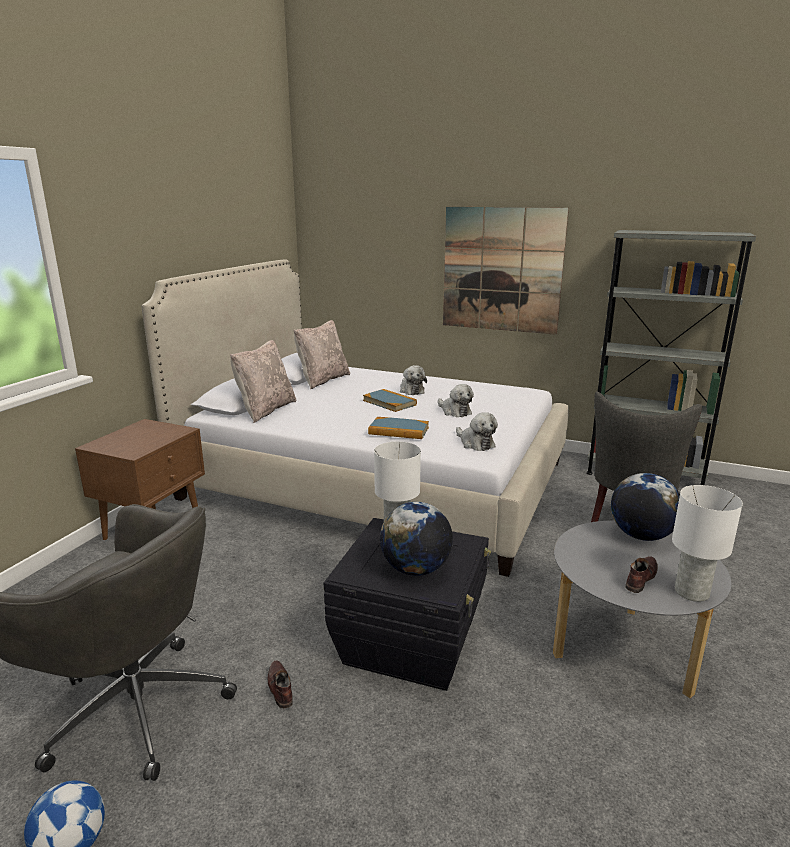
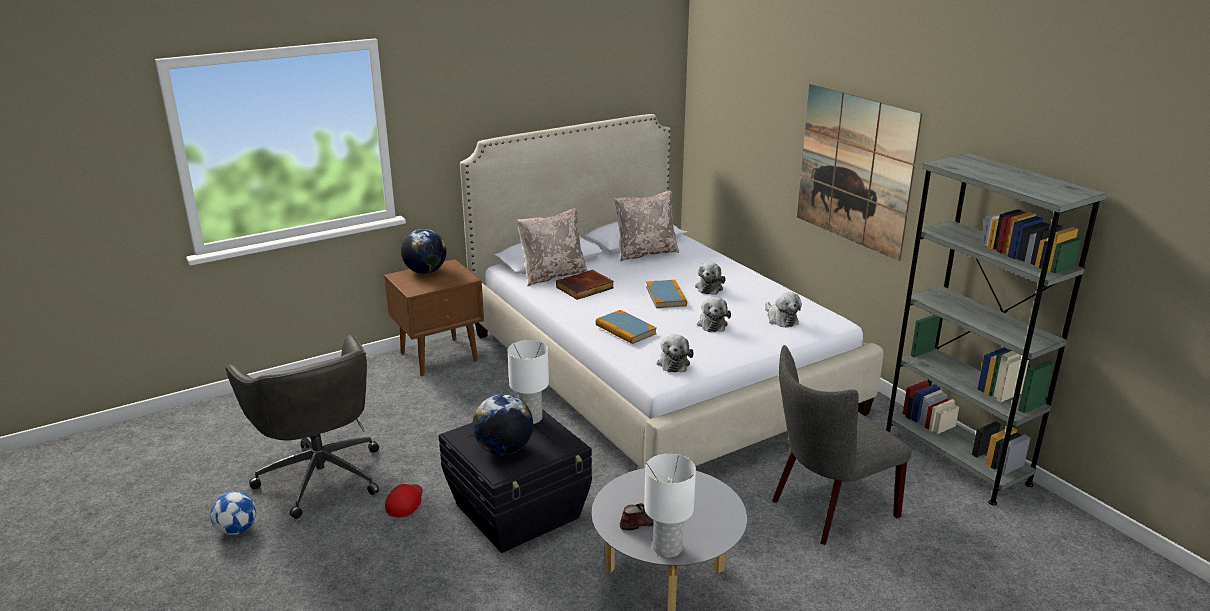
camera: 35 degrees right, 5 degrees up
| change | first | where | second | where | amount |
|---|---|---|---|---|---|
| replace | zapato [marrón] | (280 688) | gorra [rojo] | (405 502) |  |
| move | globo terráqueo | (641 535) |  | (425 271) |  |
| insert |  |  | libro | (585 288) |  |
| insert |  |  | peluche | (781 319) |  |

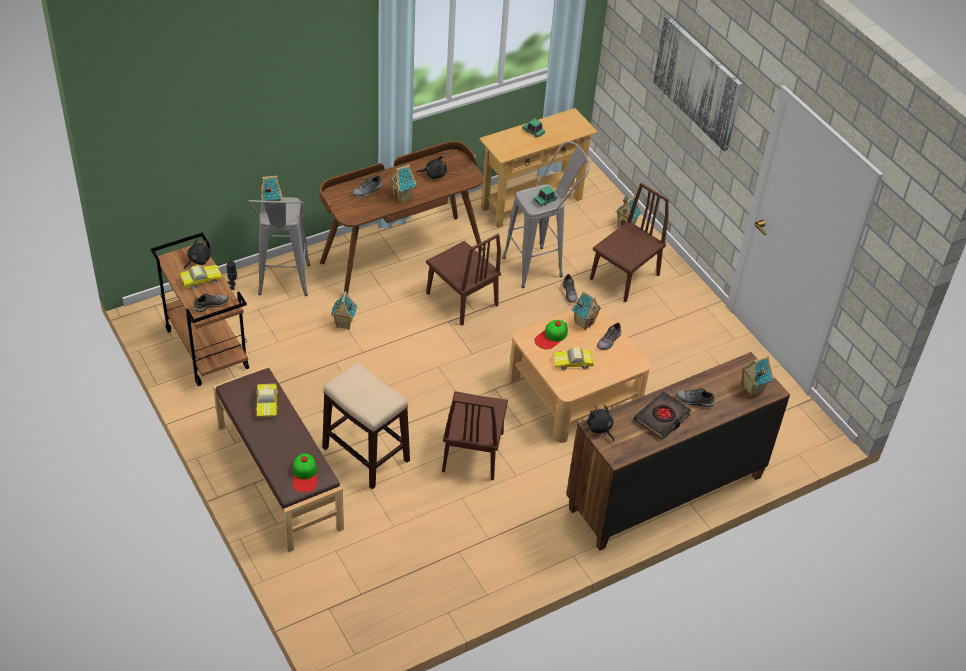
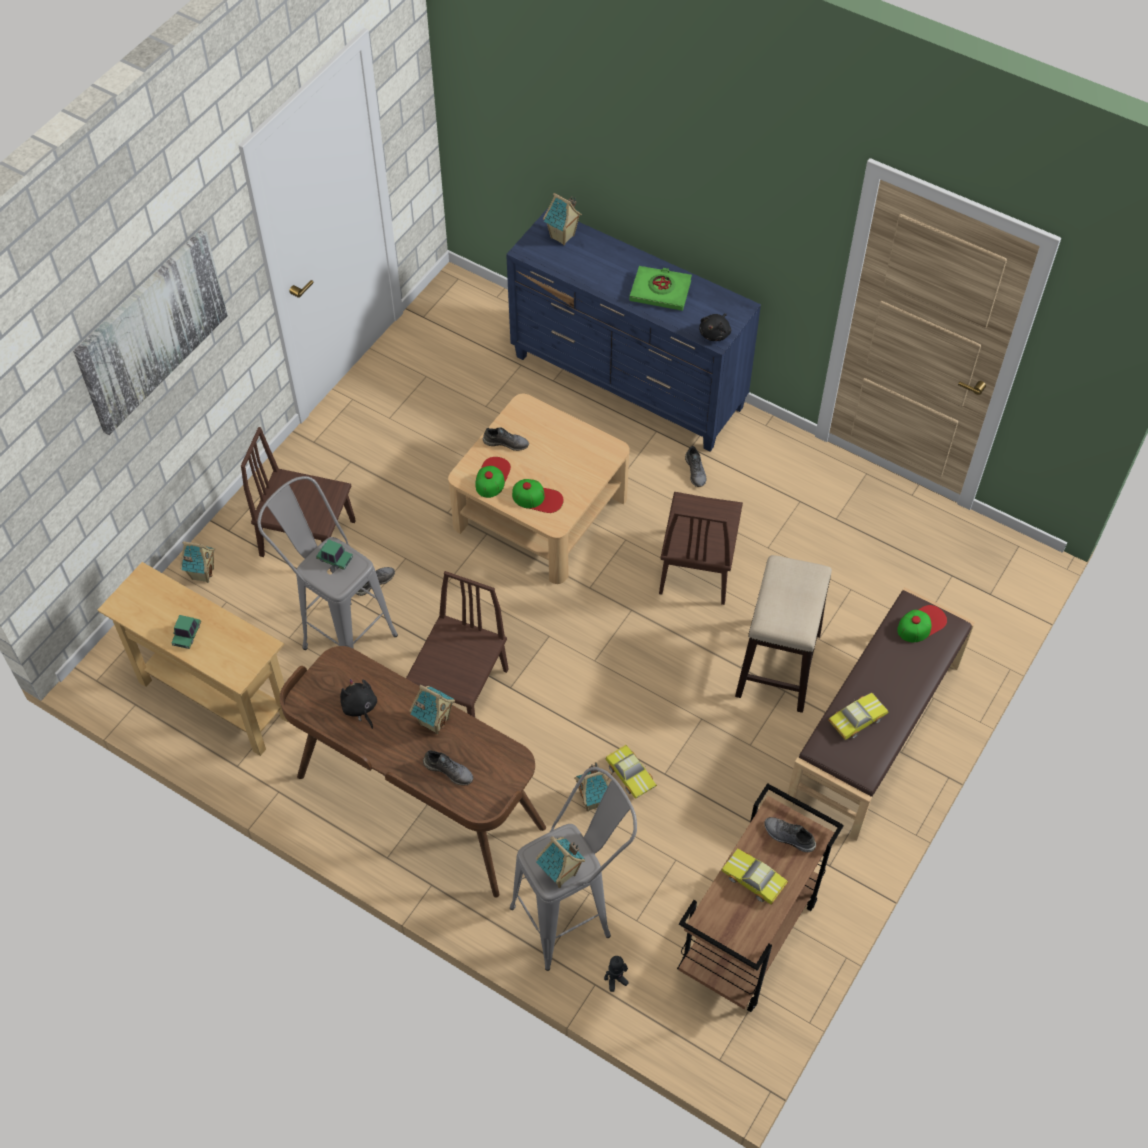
camera: 115 degrees left, 10 degrees up
| change | first | where | second | where | amount |
|---|---|---|---|---|---|
| replace | casita | (584 323) | gorra | (492 477) |  |
| recolor | cómoda [marrón] | (664 492) | cómoda [azul] | (628 383) |  |
| move | coche de juguete | (573 363) |  | (631 773) |  |
| recolor | libro [negro] | (662 418) | libro [verde] | (660 291) |  |
| rotate | silla [marrón] | (473 451) |  | (697 566) | 120 degrees clockwise |
| move | zapato [gris] | (694 401) |  | (696 471) |  |
| delete | peluche [negro] | (198 260) |  |  |  |

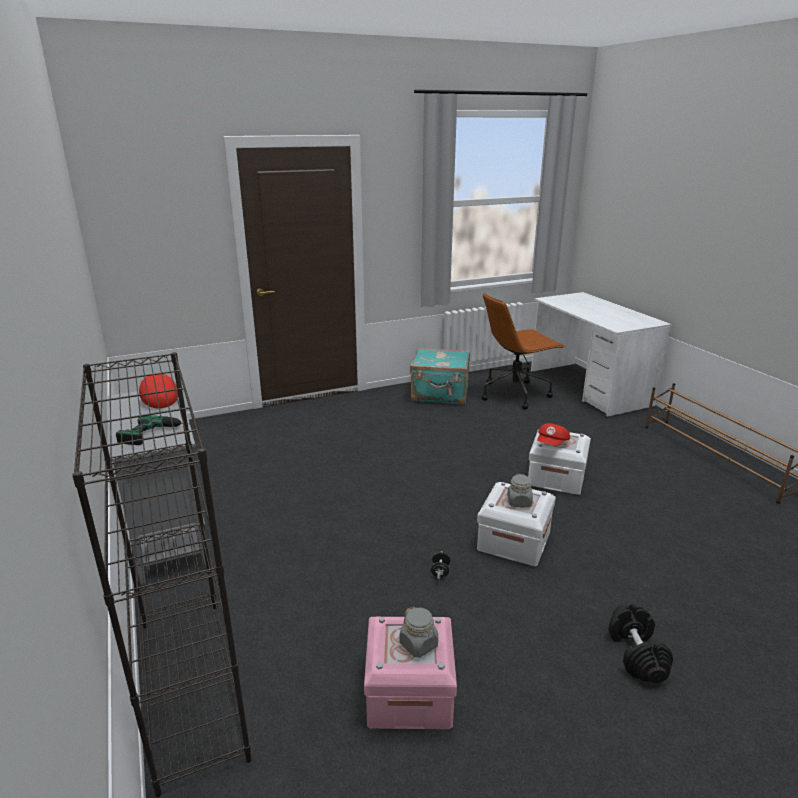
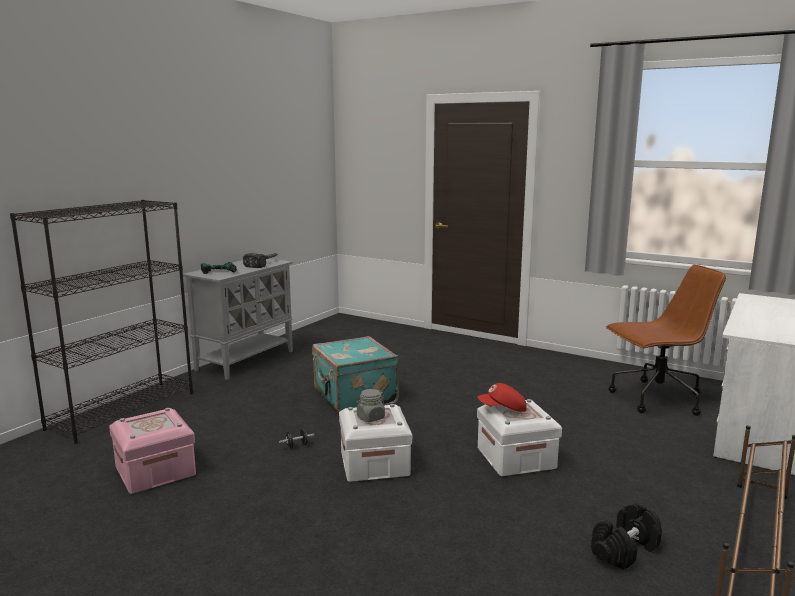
camera: 55 degrees right, 10 degrees down
| change | first | where | second | where | amount |
|---|---|---|---|---|---|
| replace | gorra [rojo] | (159 400) | martillo | (264 263) |  |
| move | maleta [turquesa] | (440 394) |  | (353 397) |  |
| move | mancuerna [negro] | (636 654) |  | (624 549) |  |
| rotate | silla de oficina [marrón] | (515 394) |  | (656 399) | 135 degrees clockwise |
| delete | tarro [gris] | (419 644) |  |  |  |

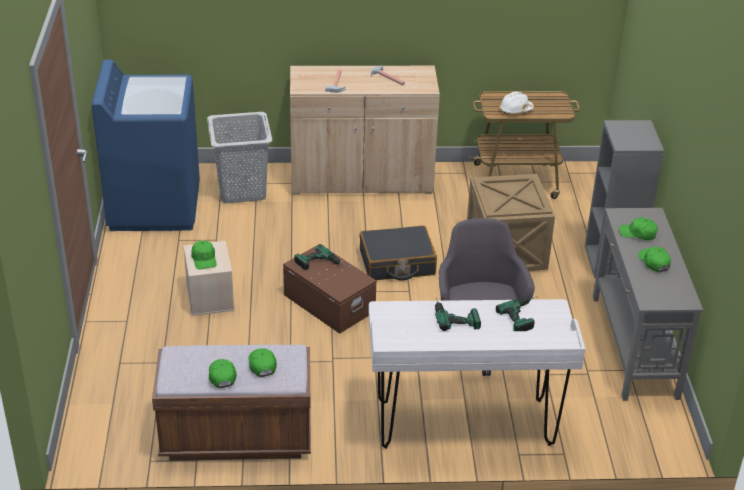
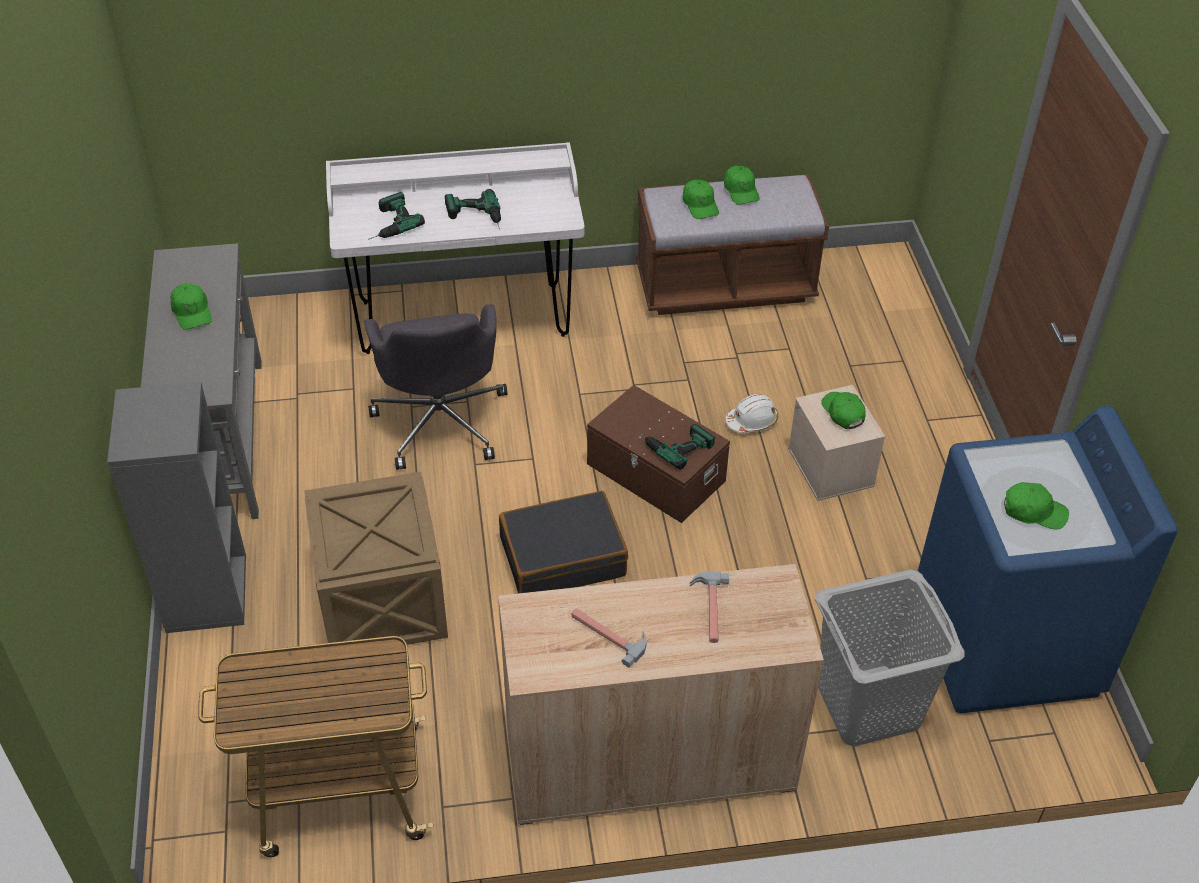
camera: 175 degrees right, 10 degrees up
| change | first | where | second | where | amount |
|---|---|---|---|---|---|
| move | casco [blanco] | (515 110) |  | (752 421) |  |
| move | gorra [verde] | (638 234) |  | (1033 511) |  |

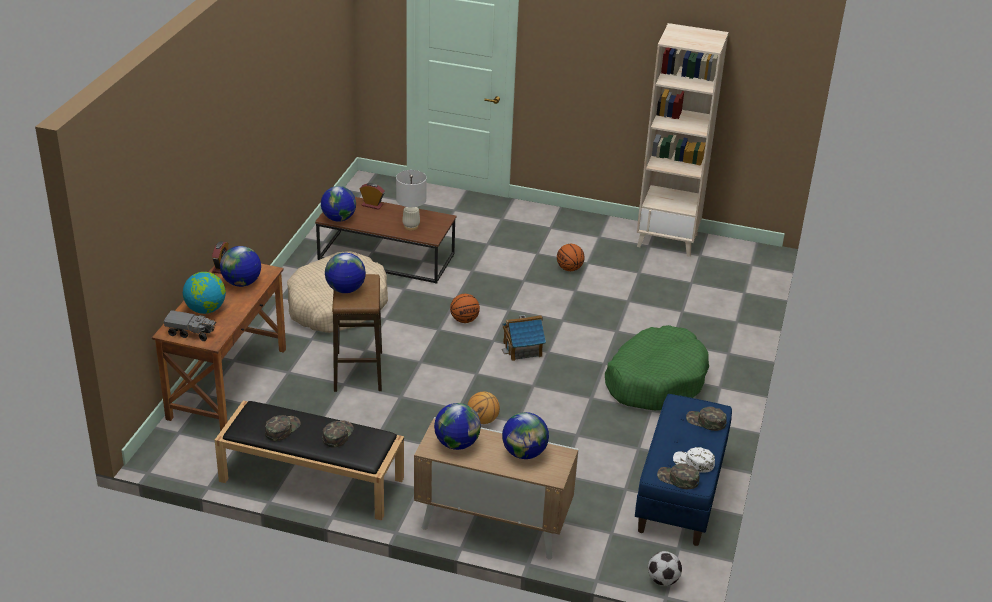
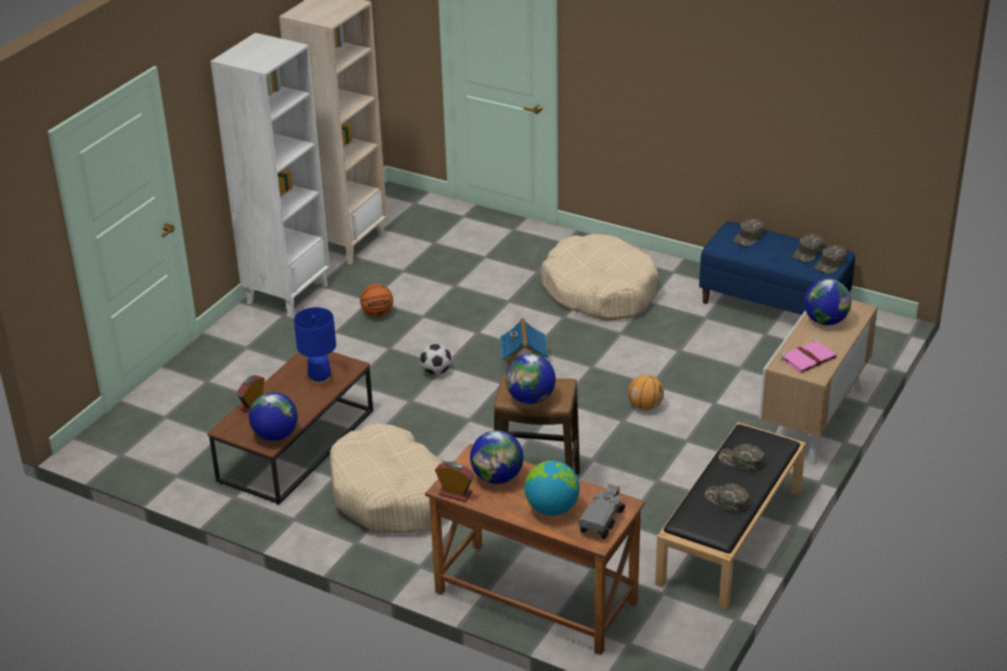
camera: 75 degrees left, 0 degrees up
| change | first | where | second | where | amount |
|---|---|---|---|---|---|
| insert |  |  | estantería [blanco] | (287 293) |  |
| recolor | lámpara de mesa [blanco] | (411 226) | lámpara de mesa [azul] | (320 379) |  |
| move | balón de fútbol | (663 580) |  | (436 372) |  |
| recolor | cama para perro [verde] | (655 380) | cama para perro [beis] | (600 291) |  |
| replace | globo terráqueo | (457 443) | libro [rosa] | (808 358) |  |
| recolor | gorra [blanco] | (693 462) | gorra [verde] | (808 252) |  |
| delete | balón de baloncesto | (464 320) |  |  |  |

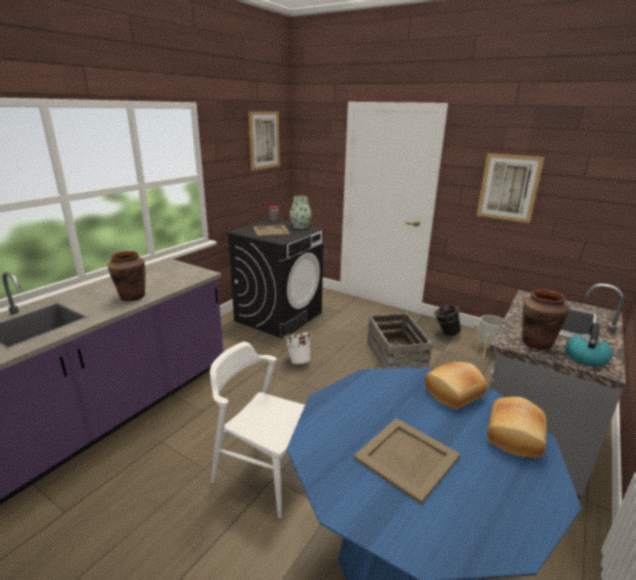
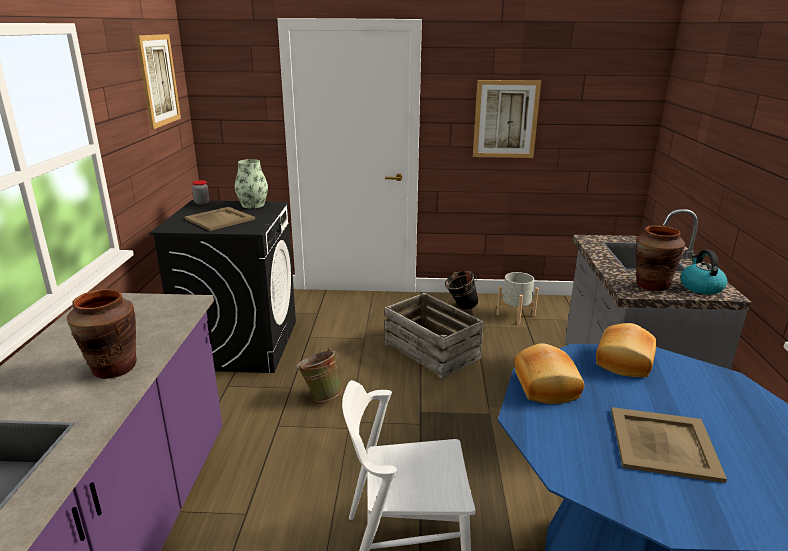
camera: 30 degrees left, 0 degrees up
| change | first | where | second | where | amount |
|---|---|---|---|---|---|
| recolor | cubo [blanco] | (298 361) | cubo [verde] | (320 395) |  |
| move | pan | (516 437) |  | (548 386) |  |

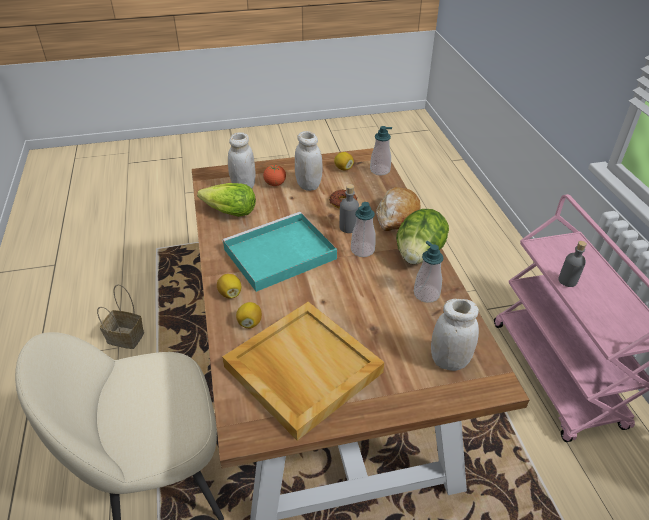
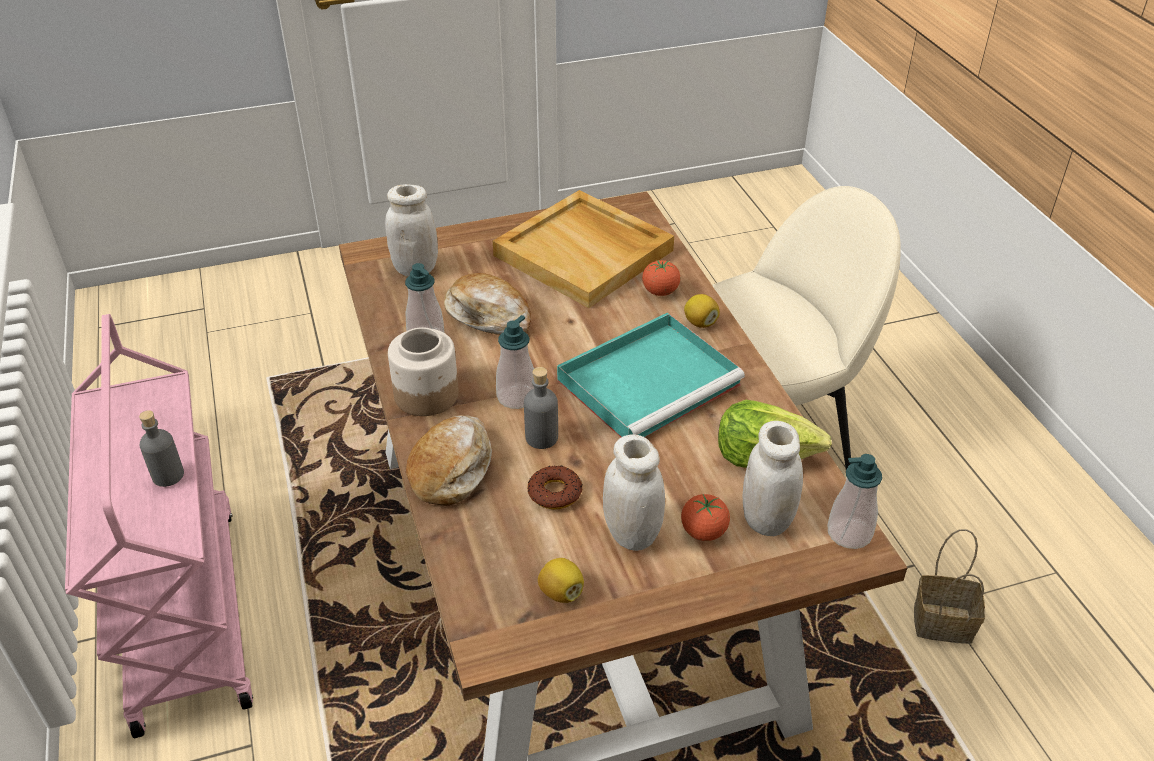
camera: 175 degrees right, 0 degrees up
| change | first | where | second | where | amount |
|---|---|---|---|---|---|
| replace | lechuga | (419 255) | tarro | (425 395) |  |
| insert |  |  | pan | (489 315) |  |
| replace | limón | (249 323) | tomate | (660 292) |  |
| move | dispensador de jabón | (380 170) |  | (849 533) |  |

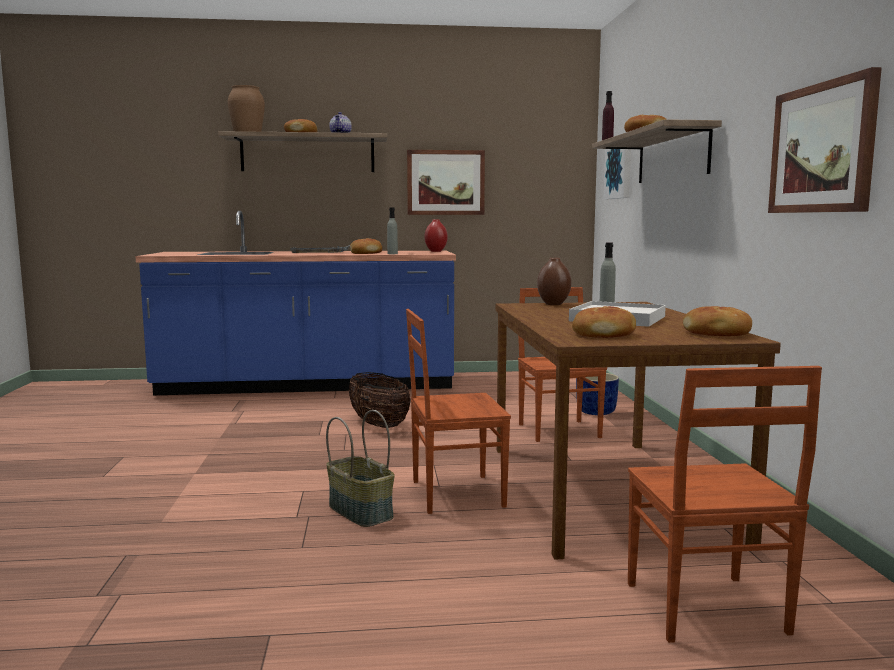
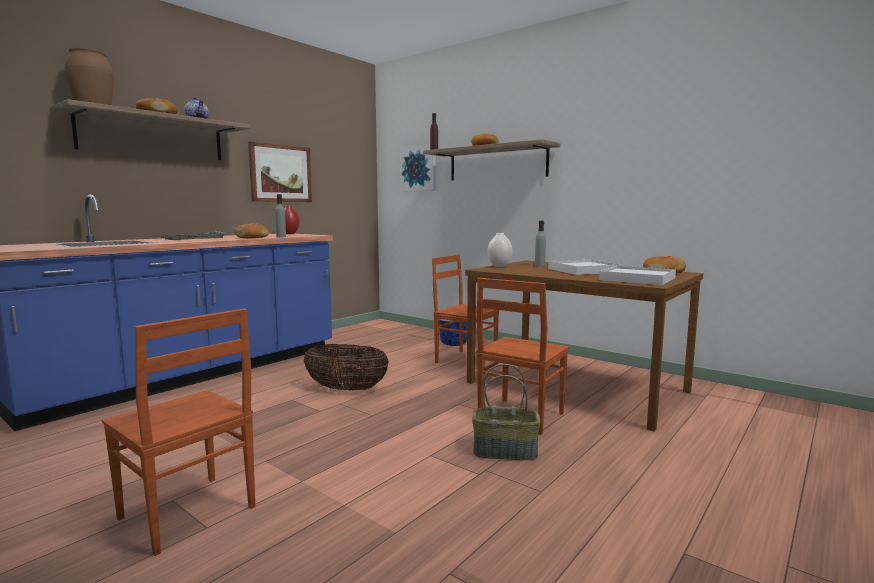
camera: 45 degrees left, 0 degrees up
| change | first | where | second | where | amount |
|---|---|---|---|---|---|
| move | silla [marrón] | (704 609) |  | (186 514) |  |
| recolor | florero [marrón] | (553 304) | florero [blanco] | (499 266) |  |
| replace | pan | (604 334) | bandeja [blanco] | (637 279) |  |
| delete | cuadro | (822 148) |  |  |  |

